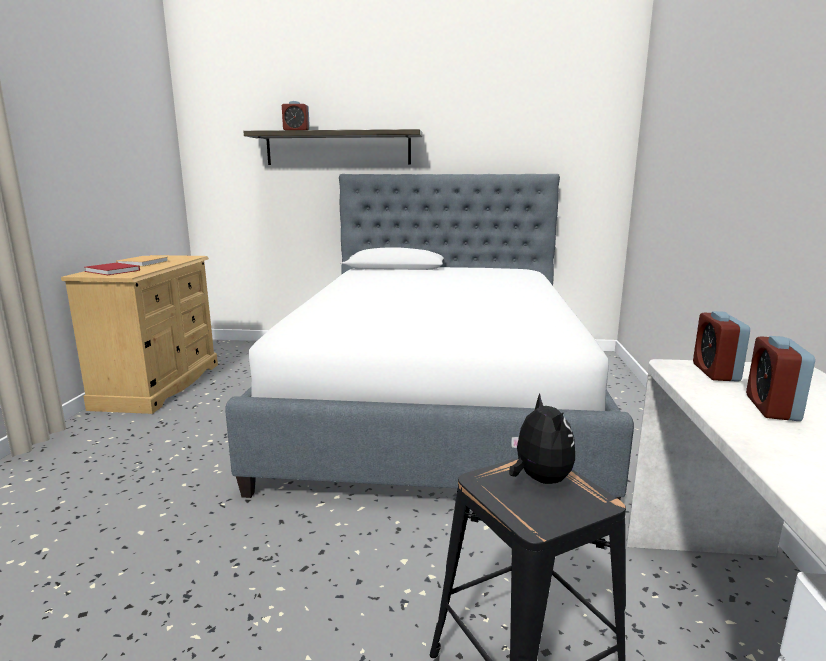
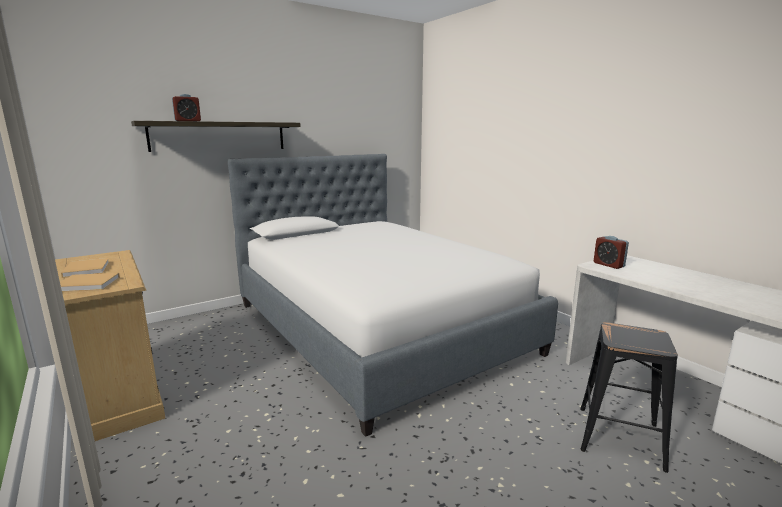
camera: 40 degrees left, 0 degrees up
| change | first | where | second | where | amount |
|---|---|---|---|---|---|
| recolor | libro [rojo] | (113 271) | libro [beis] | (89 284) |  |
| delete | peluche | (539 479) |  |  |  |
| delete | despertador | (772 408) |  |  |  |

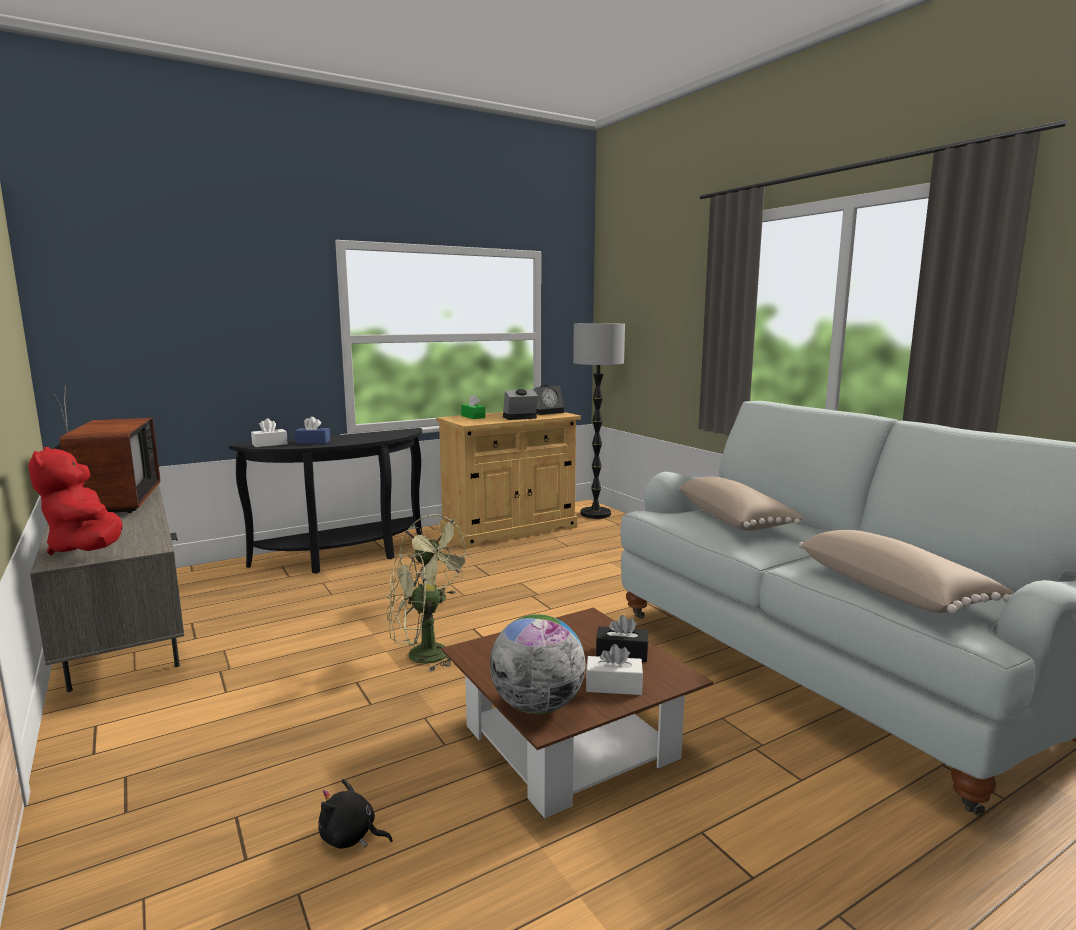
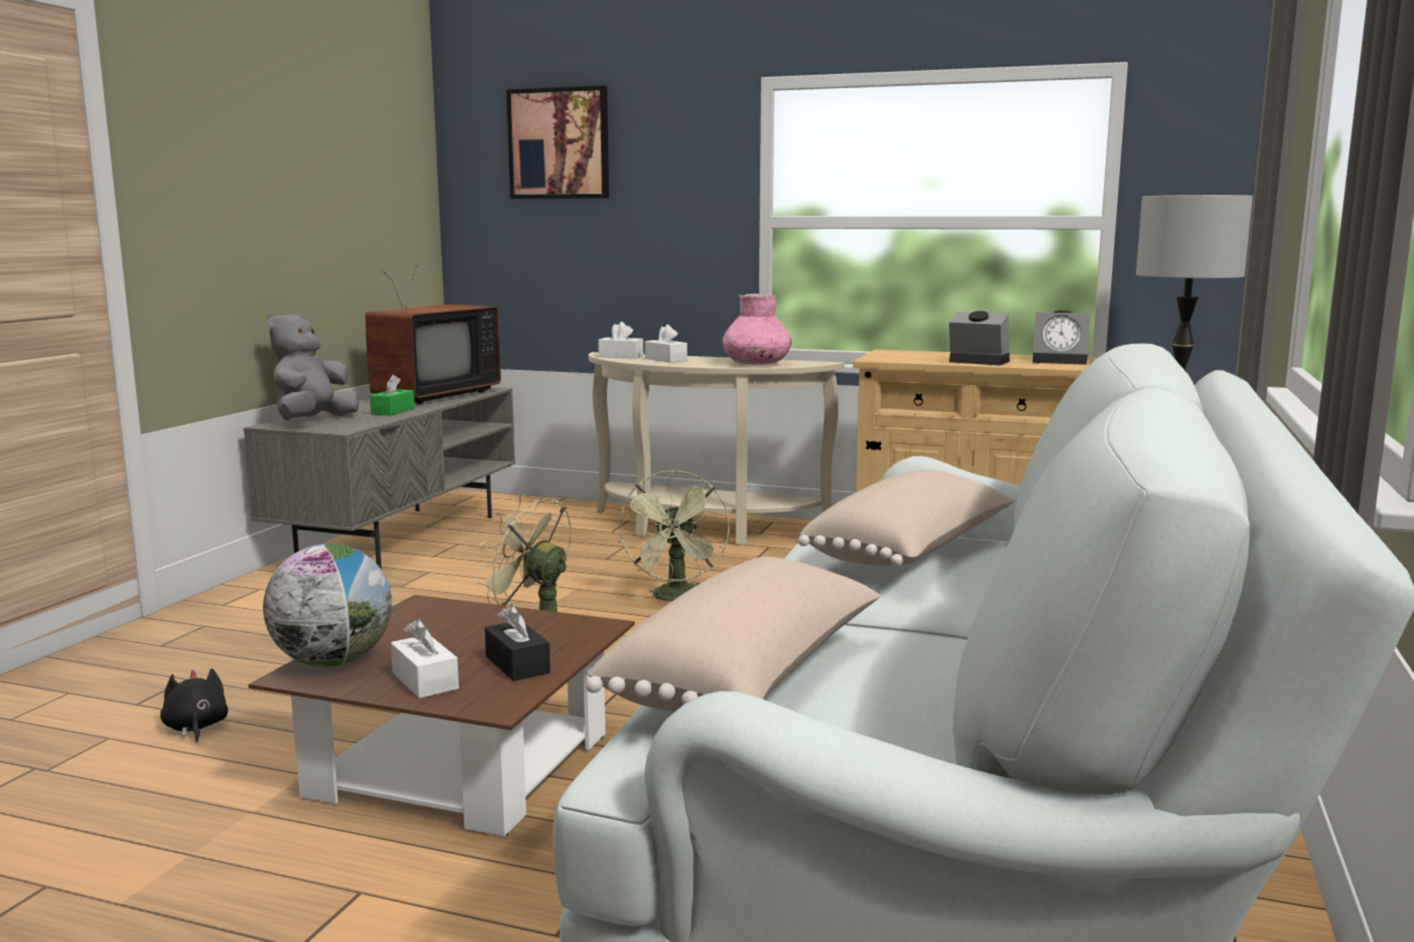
camera: 50 degrees right, 0 degrees up
| change | first | where | second | where | amount |
|---|---|---|---|---|---|
| recolor | peluche [rojo] | (88 549) | peluche [gris] | (313 421) |  |
| move | caja de pañuelos [verde] | (473 417) |  | (393 411) |  |
| insert |  |  | cuadro | (559 144) |  |
| recolor | mesa consola [negro] | (345 557) | mesa consola [beis] | (701 530) |  |
| recolor | caja de pañuelos [azul] | (313 442) | caja de pañuelos [blanco] | (666 359) |  |
| insert |  |  | florero [rosa] | (756 364) |  |

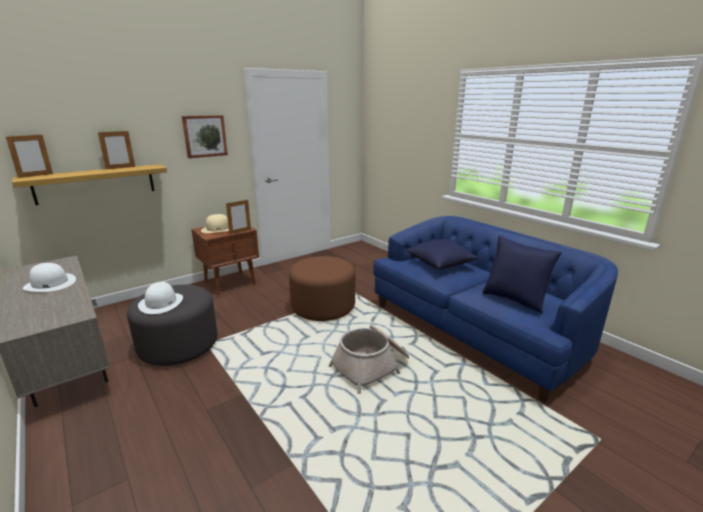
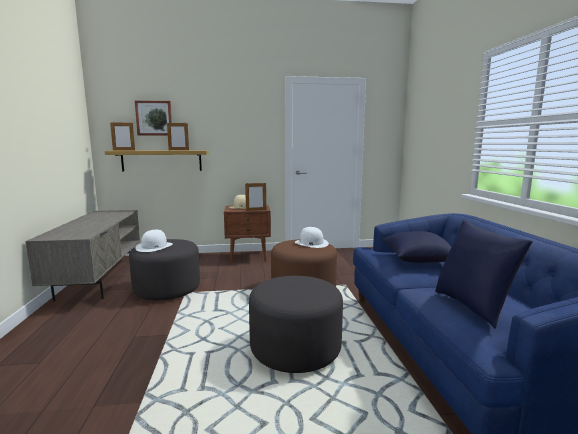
camera: 30 degrees right, 10 degrees down
| change | first | where | second | where | amount |
|---|---|---|---|---|---|
| move | cuadro | (205 136) |  | (154 118) |  |
| replace | cesta | (371 366) | puf [gris] | (295 349) |  |
| move | sombrero [blanco] | (50 283) |  | (311 243) |  |

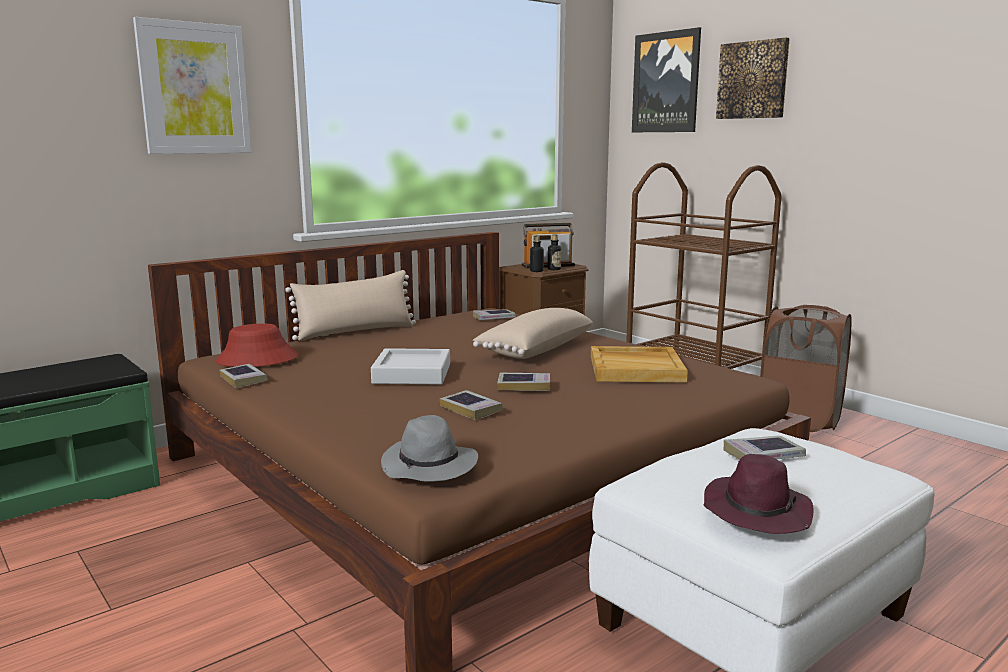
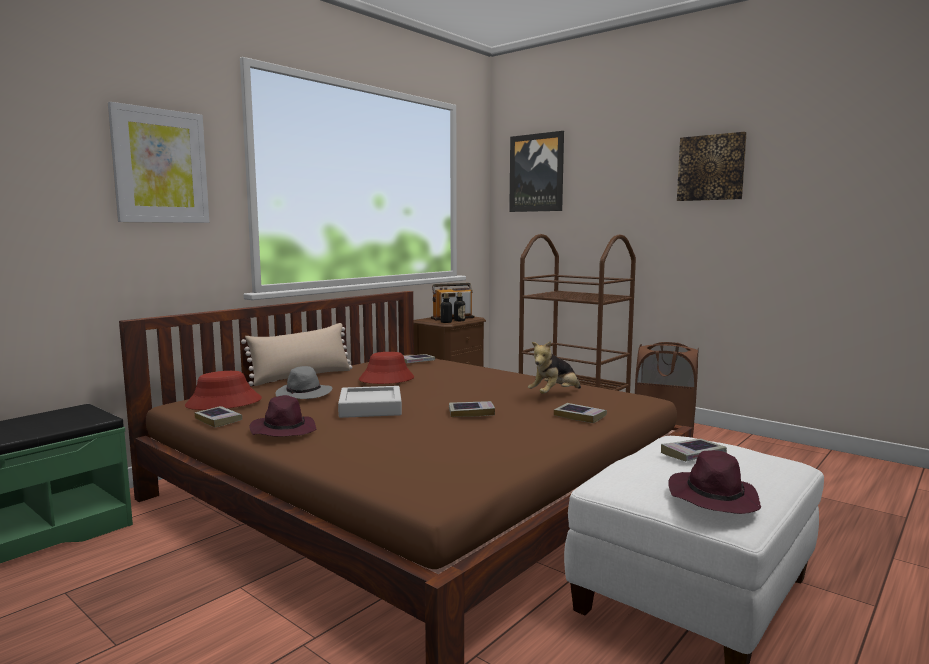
camera: 10 degrees left, 5 degrees down
| change | first | where | second | where | amount |
|---|---|---|---|---|---|
| insert |  |  | sombrero [morado] | (283 431) |  |
| move | sombrero [gris] | (430 466) |  | (304 395) |  |
| insert |  |  | sombrero [rojo] | (386 379) |  |
| replace | bandeja [beis] | (636 368) | peluche | (554 395) |  |
| move | libro | (471 409) |  | (580 416) |  |
| move | cuadro | (753 80) |  | (711 168) |  |
| delete | cojín [beis] | (534 349) |  |  |  |

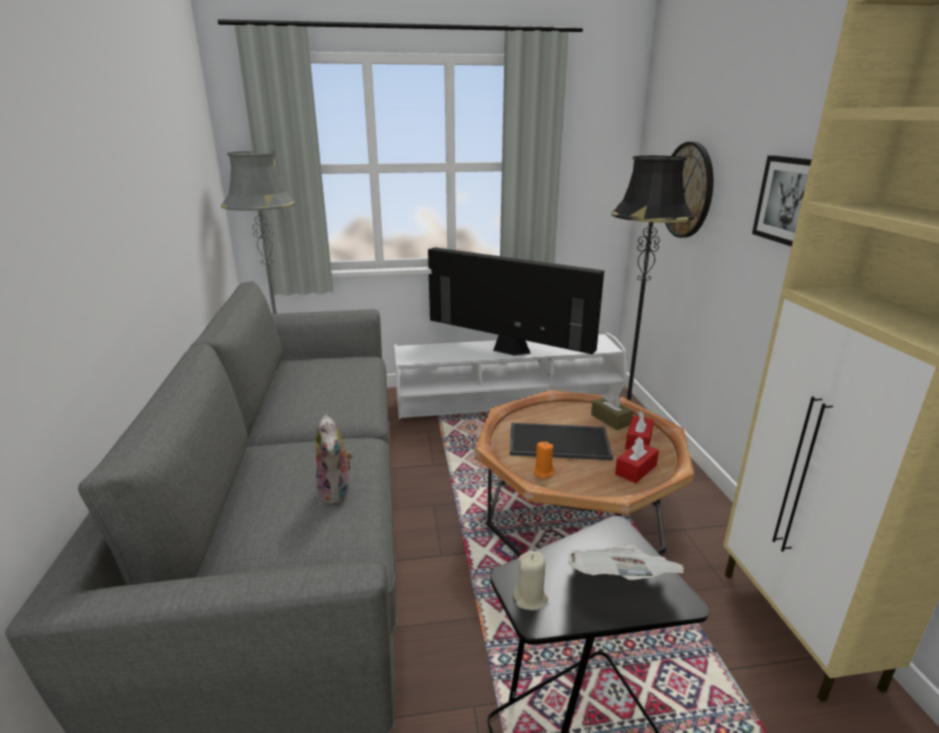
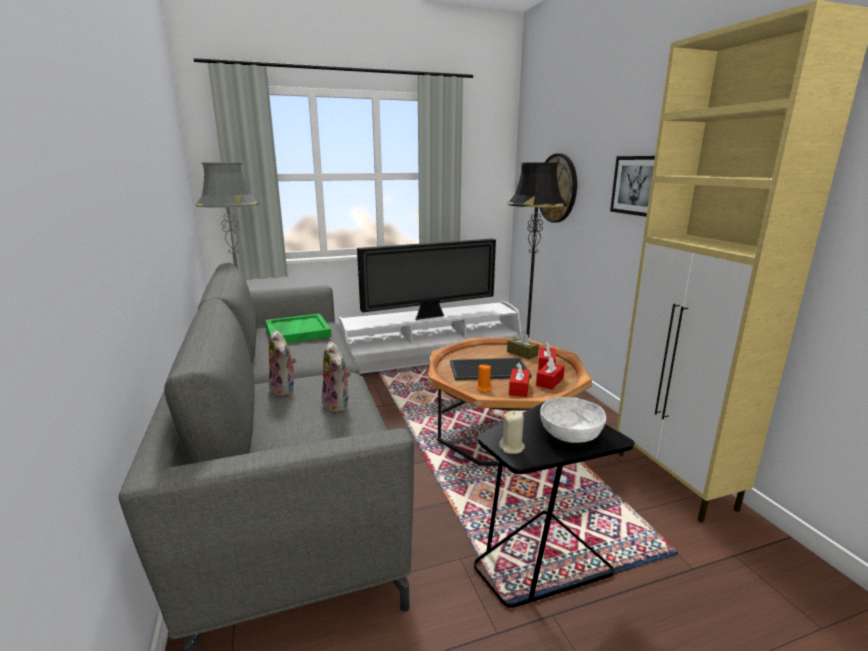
camera: 10 degrees left, 5 degrees down
| change | first | where | second | where | amount |
|---|---|---|---|---|---|
| insert |  |  | bandeja [verde] | (297 331) |  |
| insert |  |  | peluche | (285 390) |  |
| rotate | televisor | (507 350) |  | (430 316) | 135 degrees clockwise |
| insert |  |  | caja de pañuelos [rojo] | (519 388) |  |
| replace | periódico | (619 584) | cuenco [blanco] | (570 434) |  |

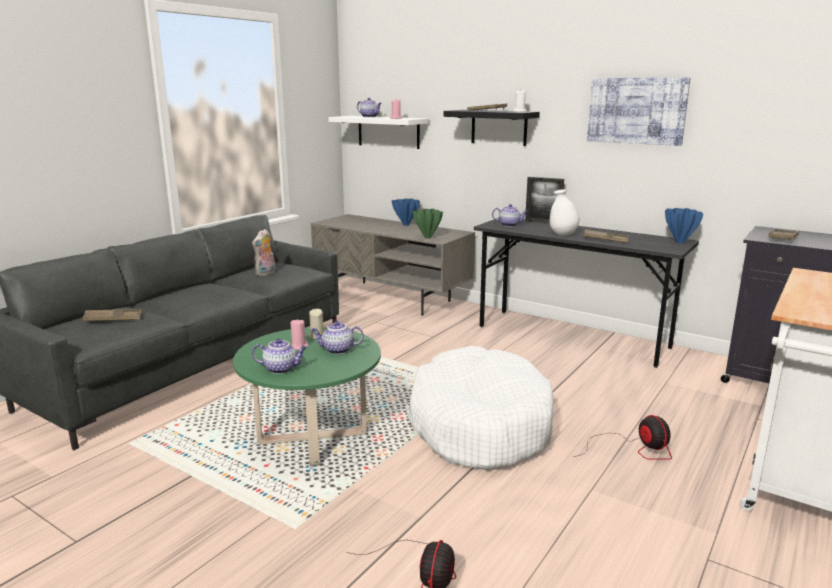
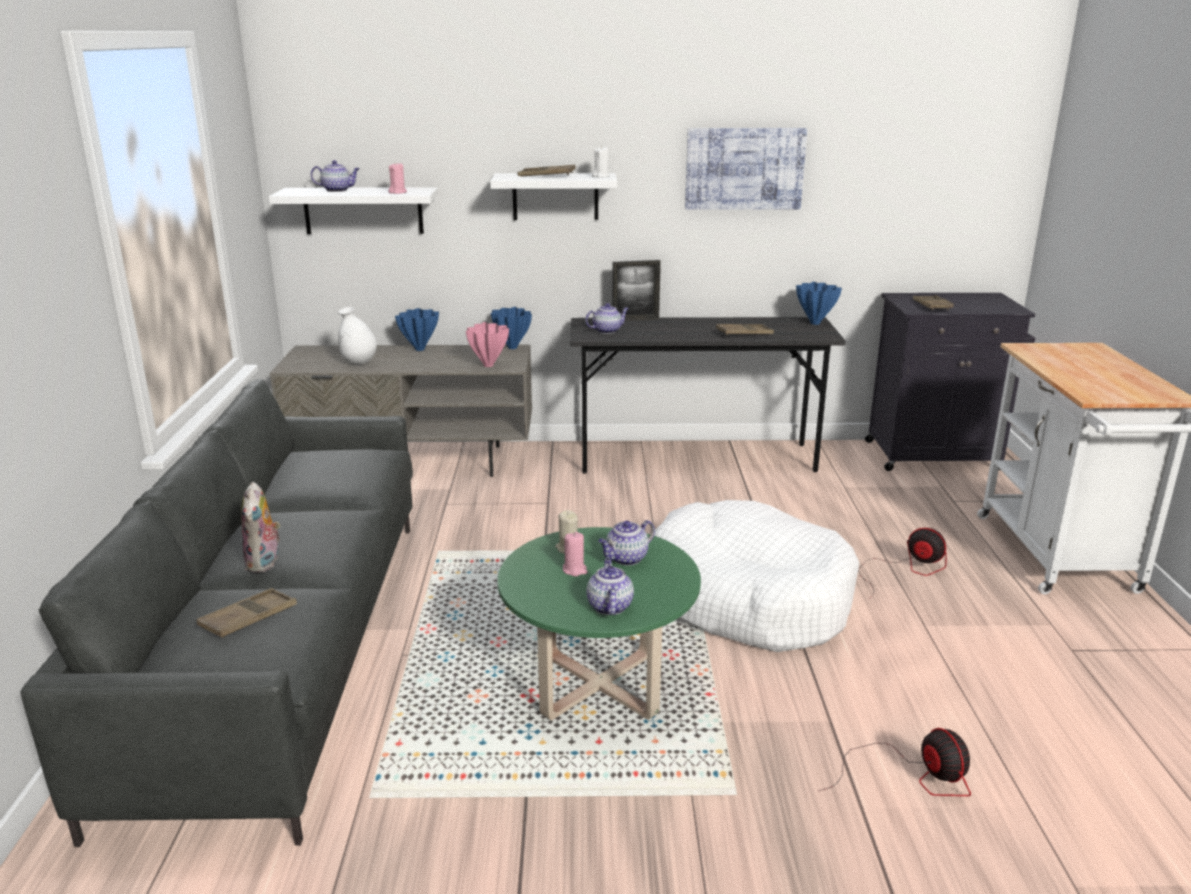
camera: 35 degrees left, 5 degrees up
| change | first | where | second | where | amount |
|---|---|---|---|---|---|
| move | peluche | (266 273) |  | (265 563) |  |
| move | florero [blanco] | (563 235) |  | (359 363) |  |
| recolor | florero [verde] | (427 237) | florero [rosa] | (488 365) |  |
| recolor | estante [negro] | (499 127) | estante [blanco] | (555 196) |  |
| insert |  |  | florero [azul] | (511 347) |  |
| rotate | tetera | (281 369) |  | (609 606) | 60 degrees counterclockwise |

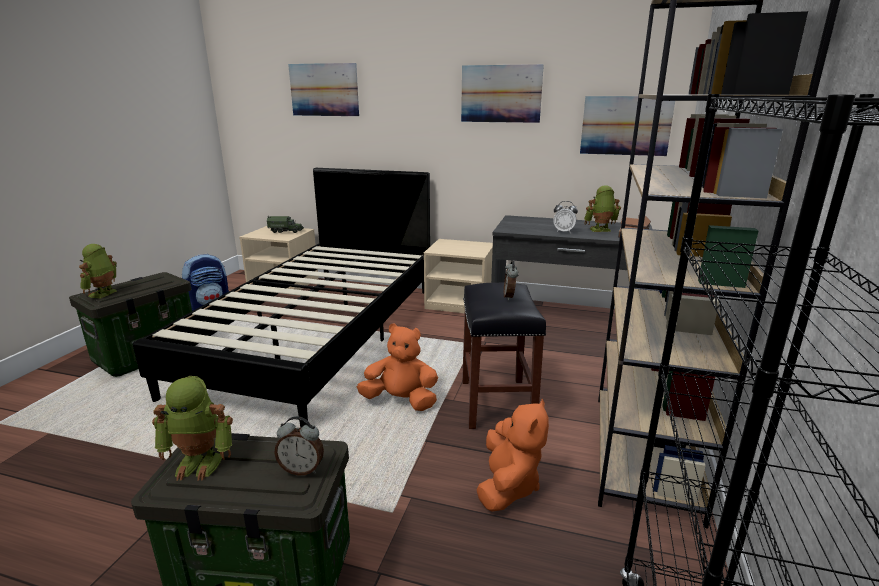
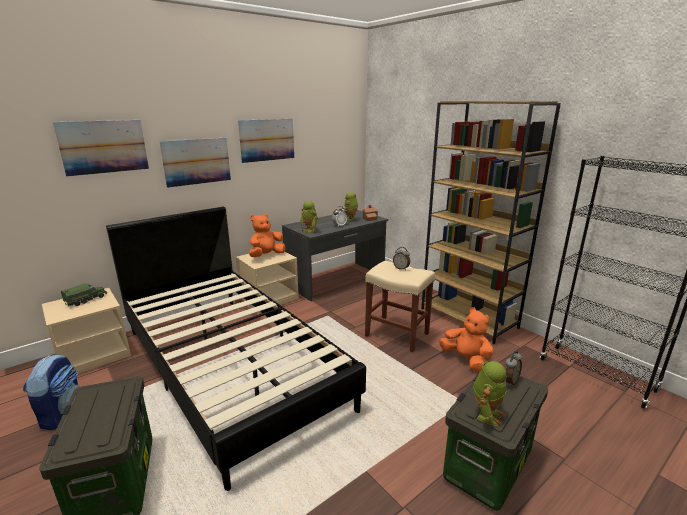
camera: 55 degrees left, 0 degrees up
| change | first | where | second | where | amount |
|---|---|---|---|---|---|
| move | cuadro | (625 126) |  | (197 161) |  |
| move | peluche [naranja] | (401 401) |  | (266 255) |  |
| move | robot de juguete | (104 294) |  | (309 230) |  |
| recolor | taburete [negro] | (498 403) | taburete [beis] | (398 334) |  |

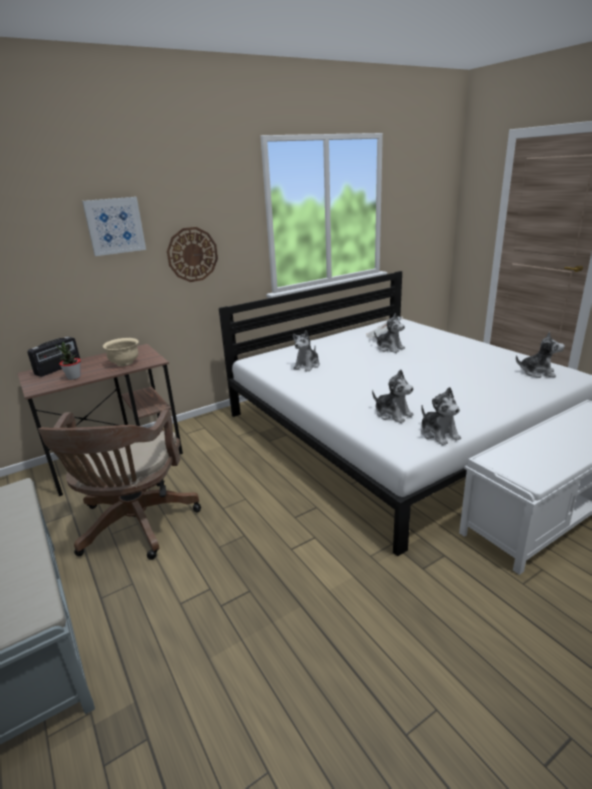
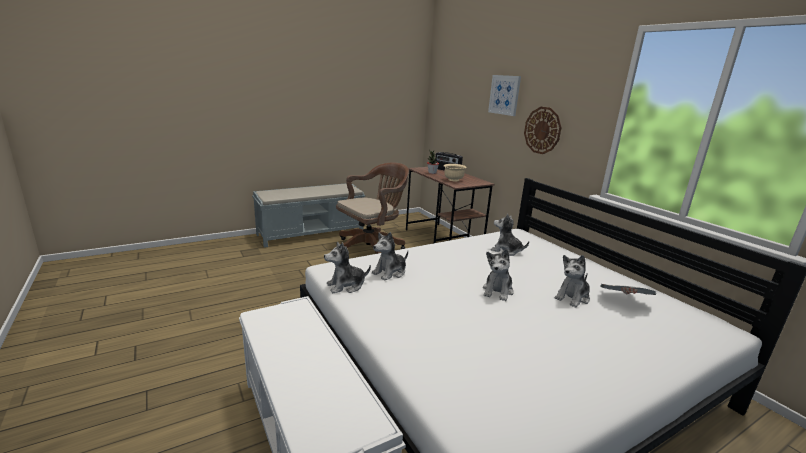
camera: 90 degrees right, 5 degrees down
| change | first | where | second | where | amount |
|---|---|---|---|---|---|
| rotate | silla de oficina [marrón] | (135 526) |  | (371 248) | 135 degrees clockwise |
| move | peluche | (537 372) |  | (497 291) |  |

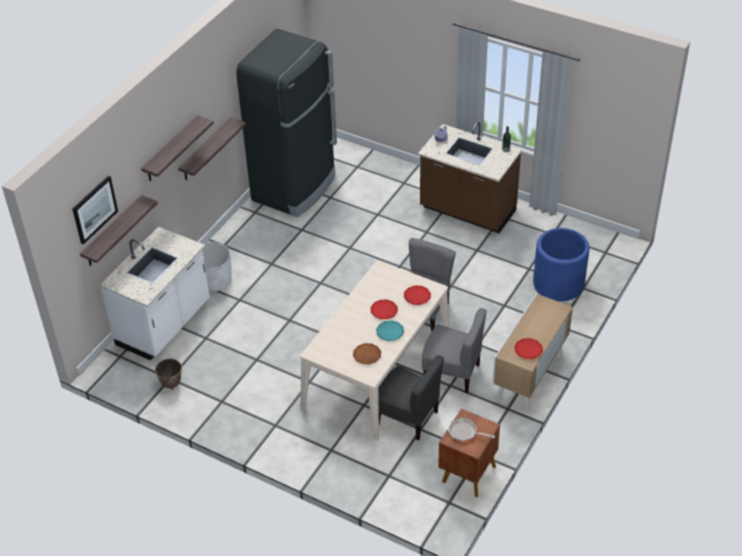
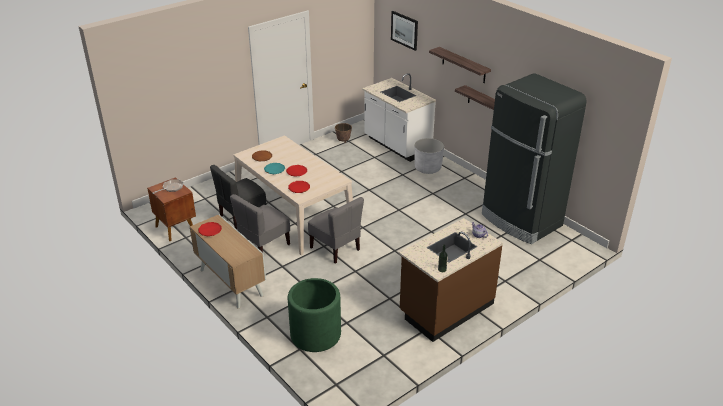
camera: 110 degrees right, 10 degrees down
| change | first | where | second | where | amount |
|---|---|---|---|---|---|
| recolor | maceta [azul] | (558 284) | maceta [verde] | (315 334) |  |
| delete | estante | (113 232) |  |  |  |

